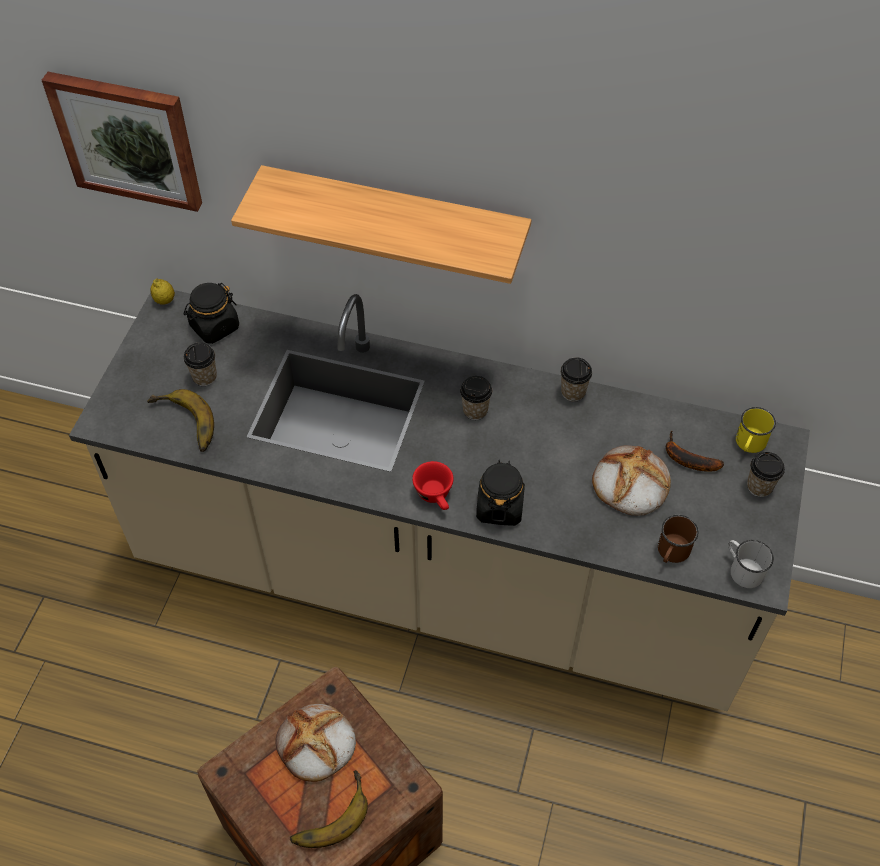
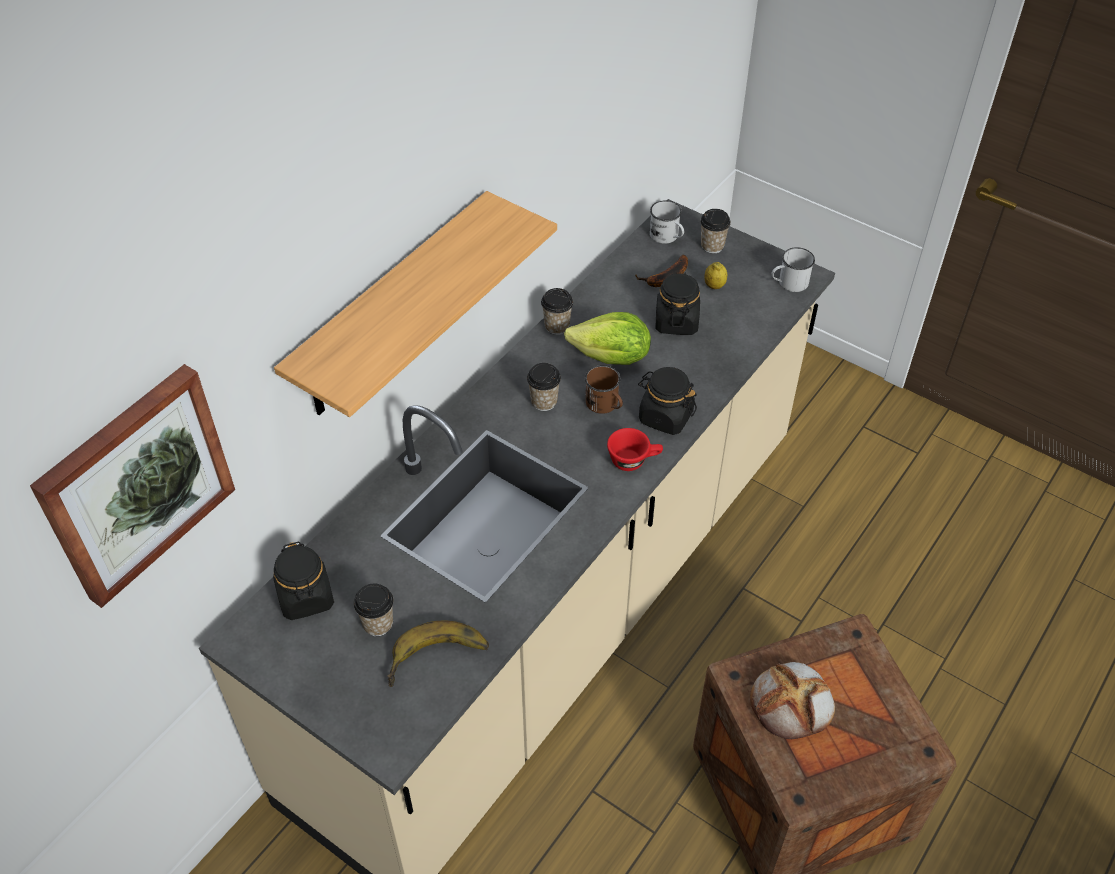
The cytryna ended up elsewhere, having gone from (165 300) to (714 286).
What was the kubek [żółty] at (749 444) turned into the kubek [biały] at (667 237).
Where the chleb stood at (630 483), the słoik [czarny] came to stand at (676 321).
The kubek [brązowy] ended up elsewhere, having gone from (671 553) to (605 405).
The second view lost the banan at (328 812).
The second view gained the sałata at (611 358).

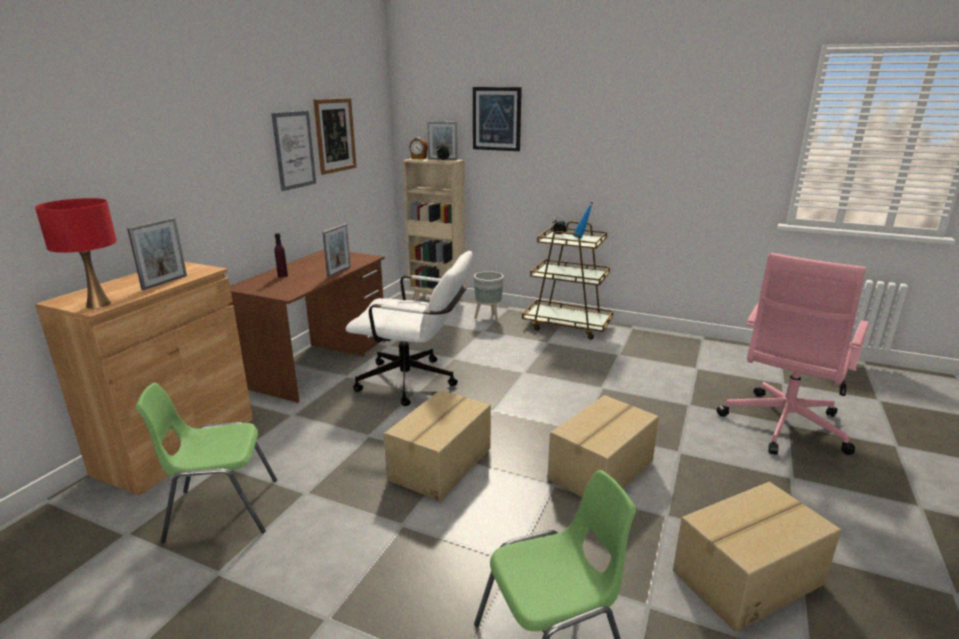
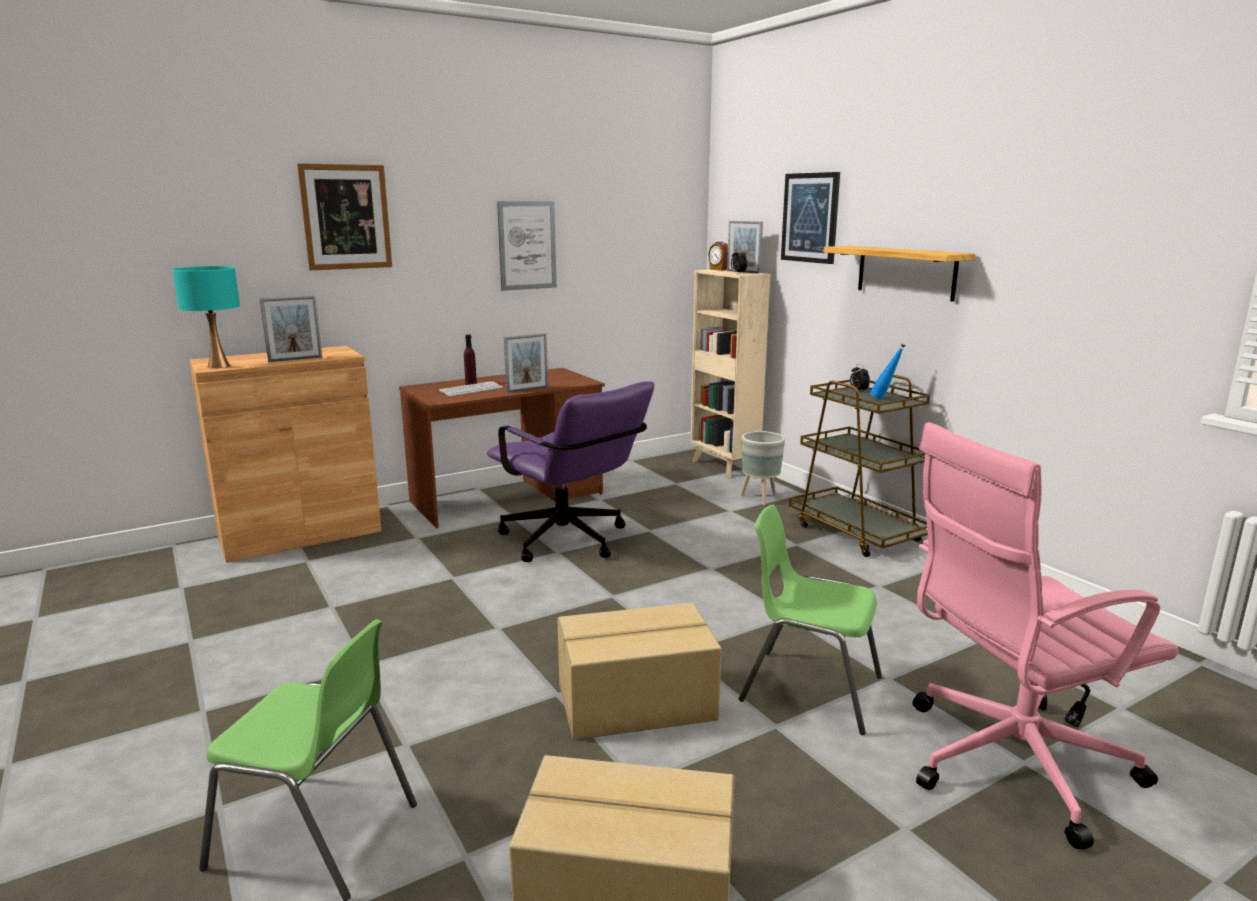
The obraz ended up elsewhere, having gone from (335 135) to (346 217).
What was the lampa stołowa [czerwony] at (98 304) turned into the lampa stołowa [turkusowy] at (218 366).
What was the krzesło biurowe [biały] at (415 382) turned into the krzesło biurowe [fioletowy] at (571 543).
The krzesło [zielony] ended up elsewhere, having gone from (221 510) to (809 688).
The second view lost the karton at (442 464).
The second view gained the półka at (906 272).
The second view gained the klawiatura at (471 390).

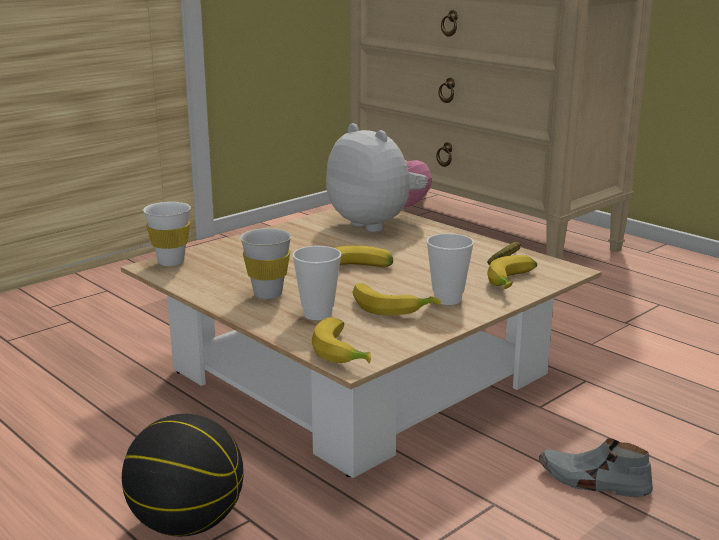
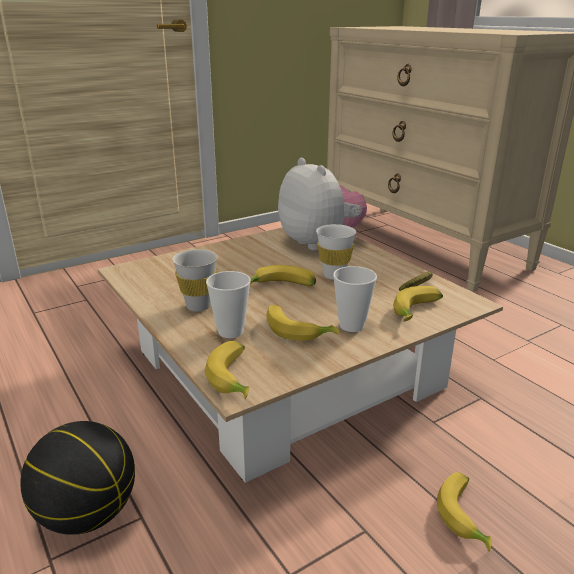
The filiżanka [biały] ended up elsewhere, having gone from (171 262) to (334 275).
Where the but [szary] stood at (593 481), the banan came to stand at (466 516).

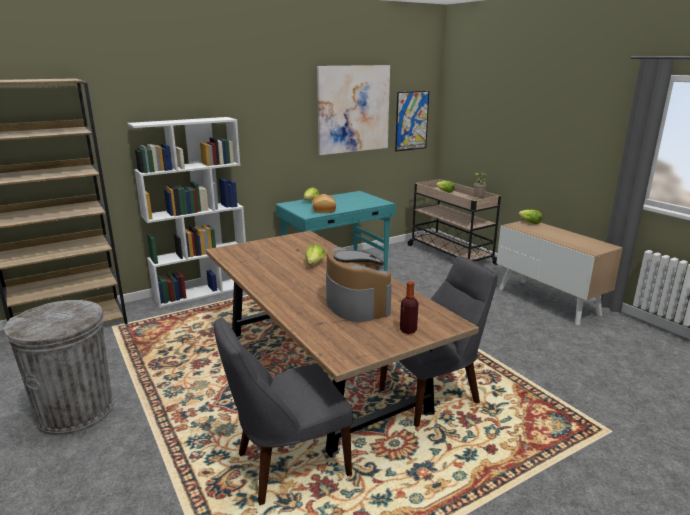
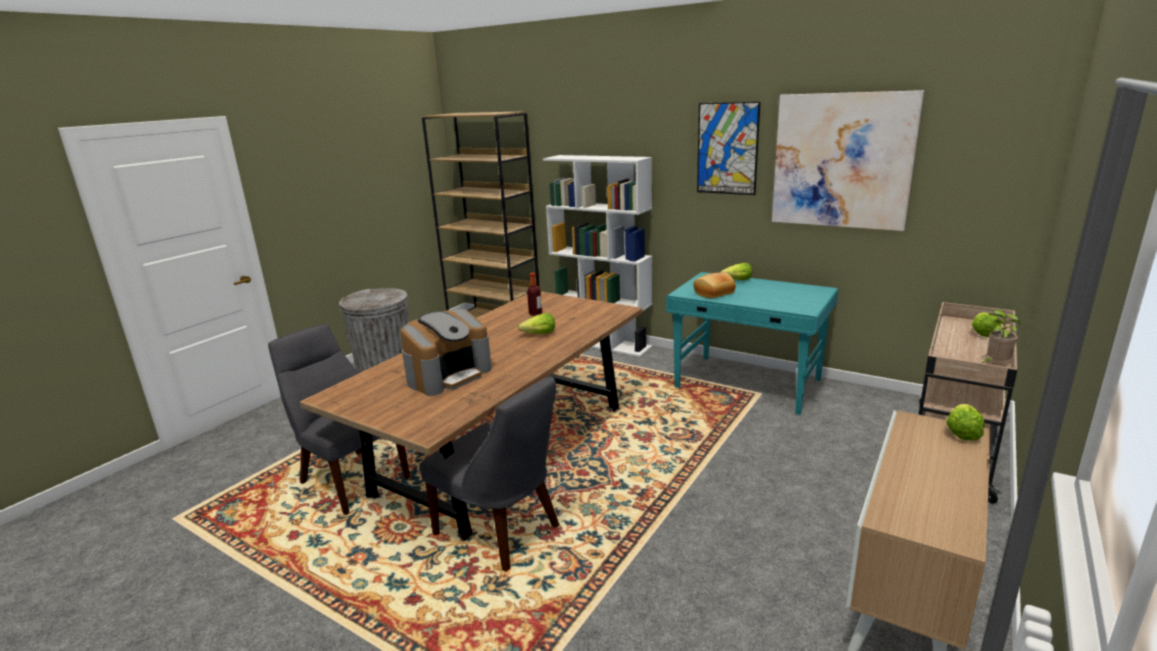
The obraz ended up elsewhere, having gone from (411 121) to (727 149).
The butelka ended up elsewhere, having gone from (408 330) to (535 314).

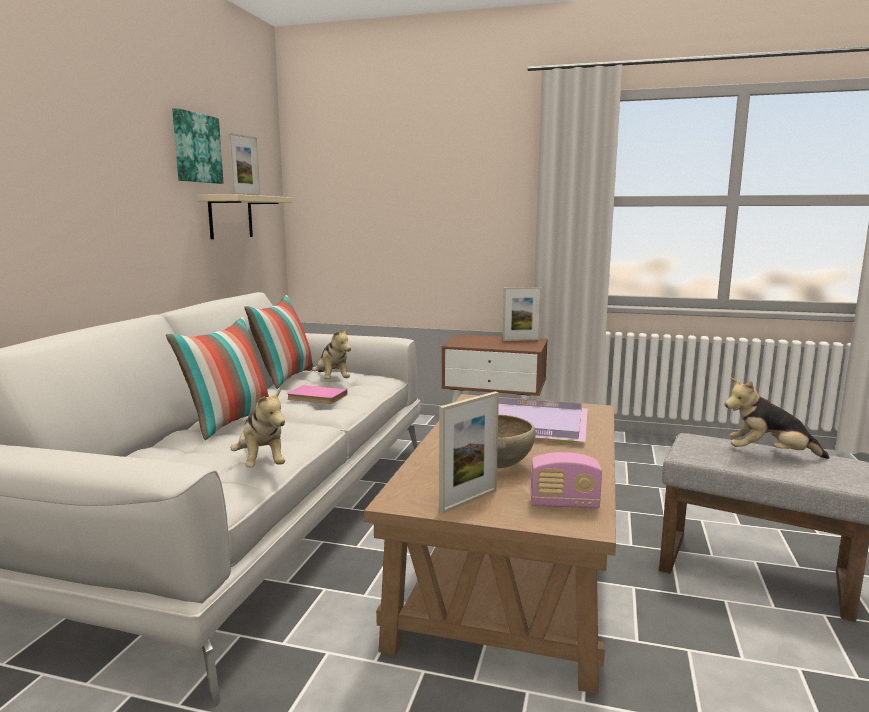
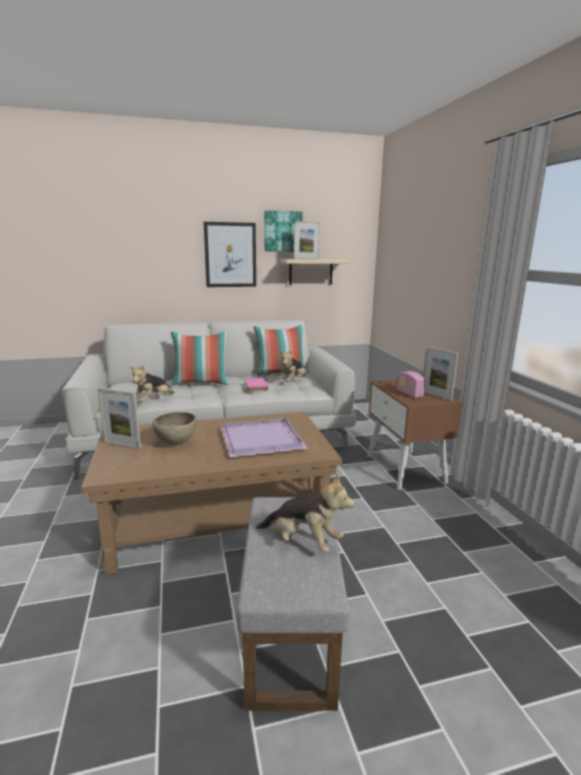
The pluszak at (769 455) ended up facing another way, 135 degrees clockwise from before.
The radio ended up elsewhere, having gone from (564 504) to (409 393).
The second view gained the obraz at (230 255).

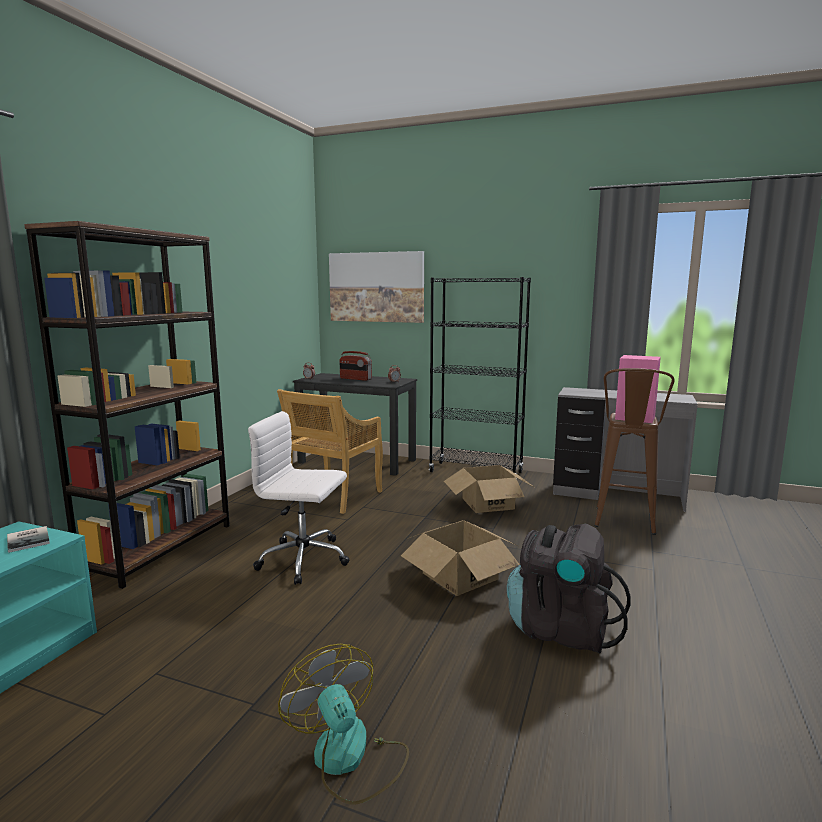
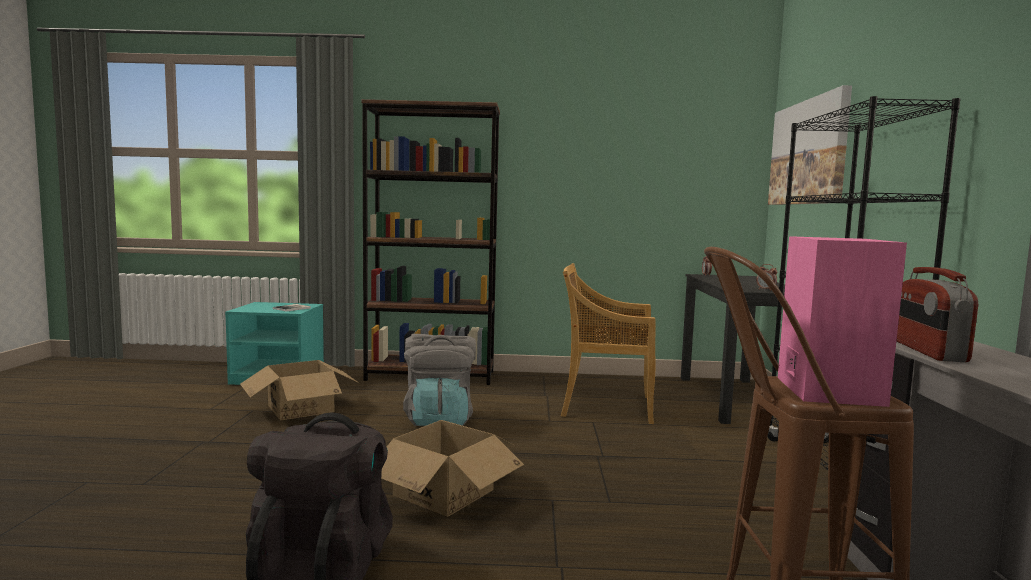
The radio ended up elsewhere, having gone from (355 379) to (927 351).
Where the krzesło biurowe [biały] stood at (305 560), the plecak [szary] came to stand at (439 419).
The karton ended up elsewhere, having gone from (488 503) to (301 409).
The second view lost the wentylator at (349 759).

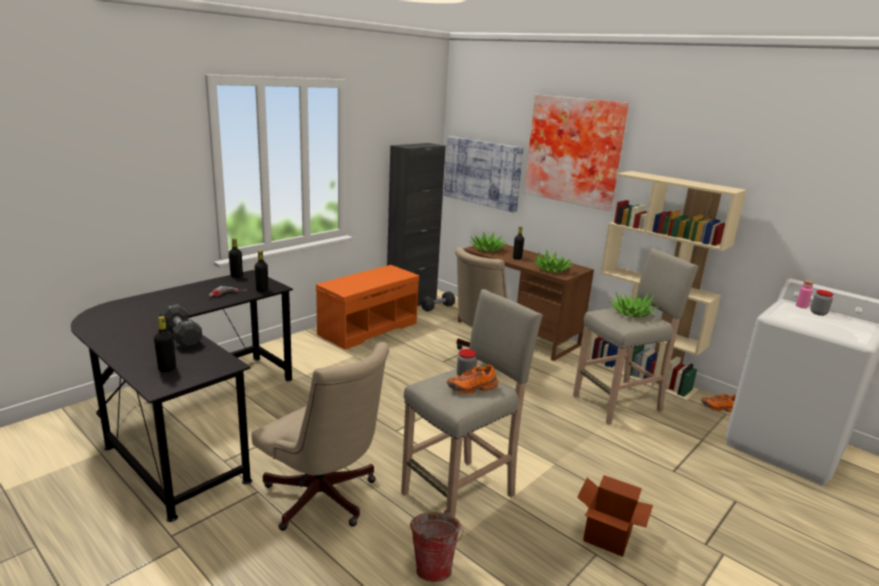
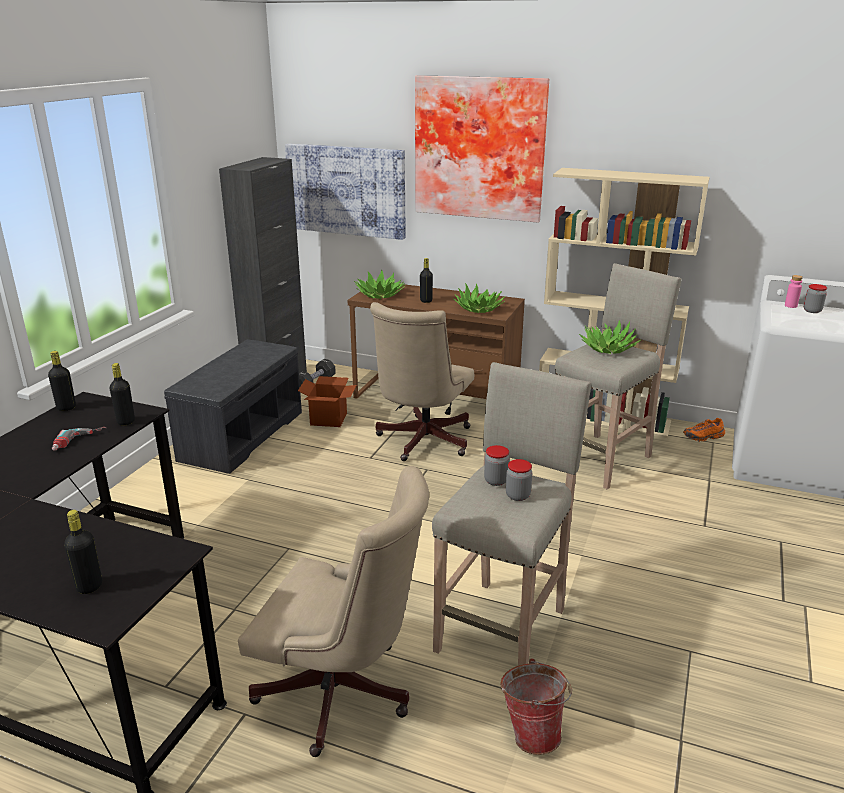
What was the ławka [pomarańczowy] at (368 328) turned into the ławka [szary] at (242 434).
The second view lost the hantel [czarny] at (182 335).
Where the but [pomarańczowy] stood at (472 388), the słoik came to stand at (518 496).
The karton ended up elsewhere, having gone from (607 537) to (328 419).

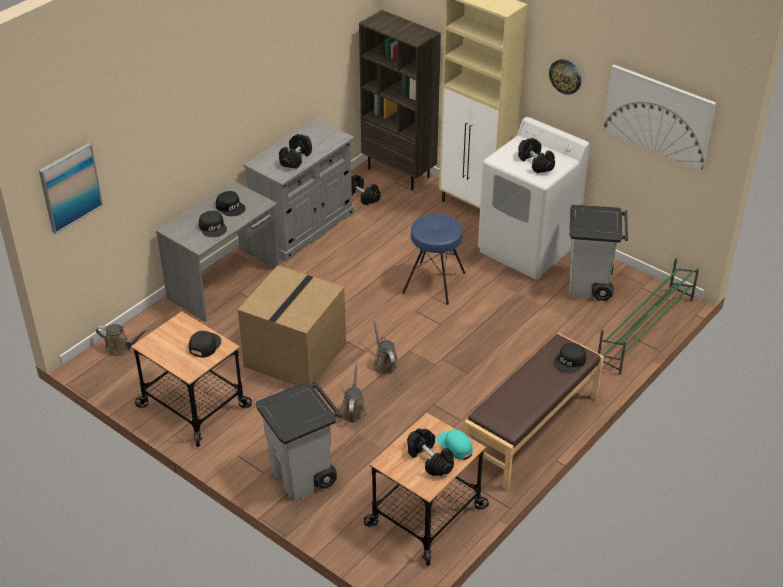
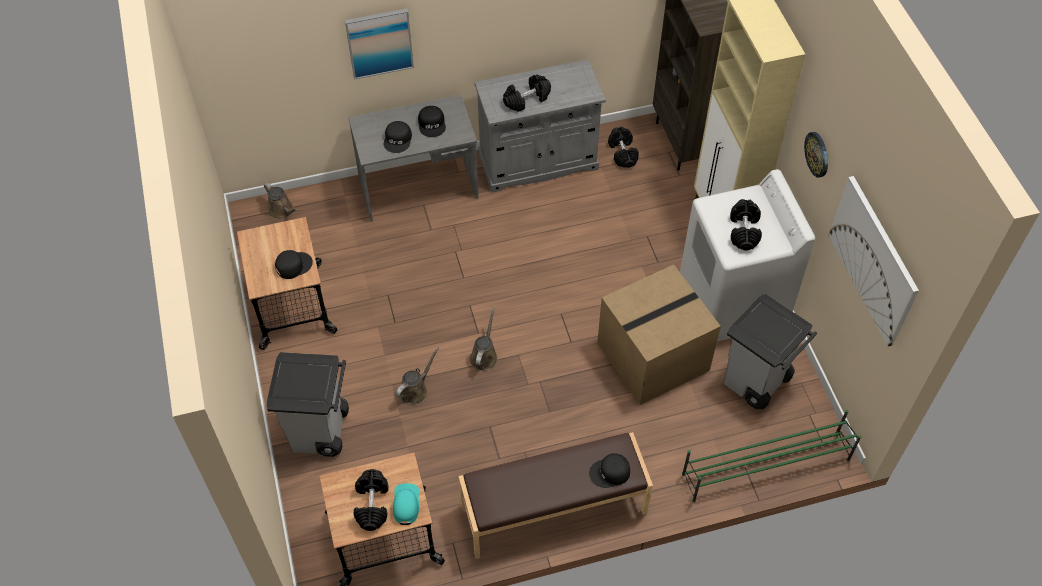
The obraz ended up elsewhere, having gone from (70 187) to (379 43).
The second view lost the stołek [niebieski] at (434 283).
The karton ended up elsewhere, having gone from (295 353) to (653 355).

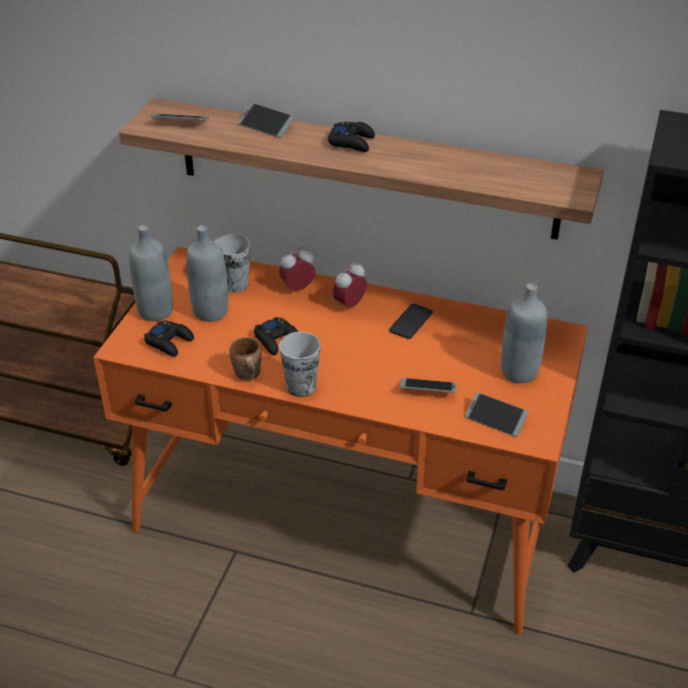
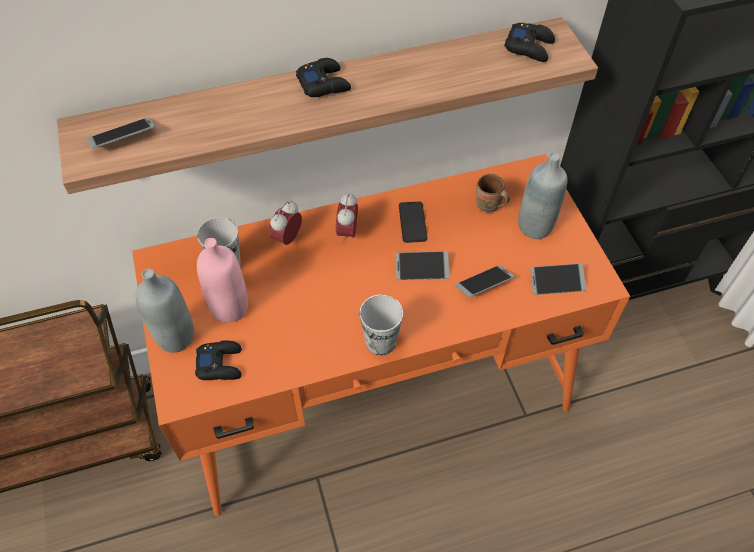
The telefon ended up elsewhere, having gone from (266 126) to (422 269).
What was the butelka [szary] at (210 312) turned into the butelka [różowy] at (230 308).
The pad do gier [czarny] ended up elsewhere, having gone from (277 340) to (529 47).
The kubek [brązowy] ended up elsewhere, having gone from (246 375) to (488 207).

